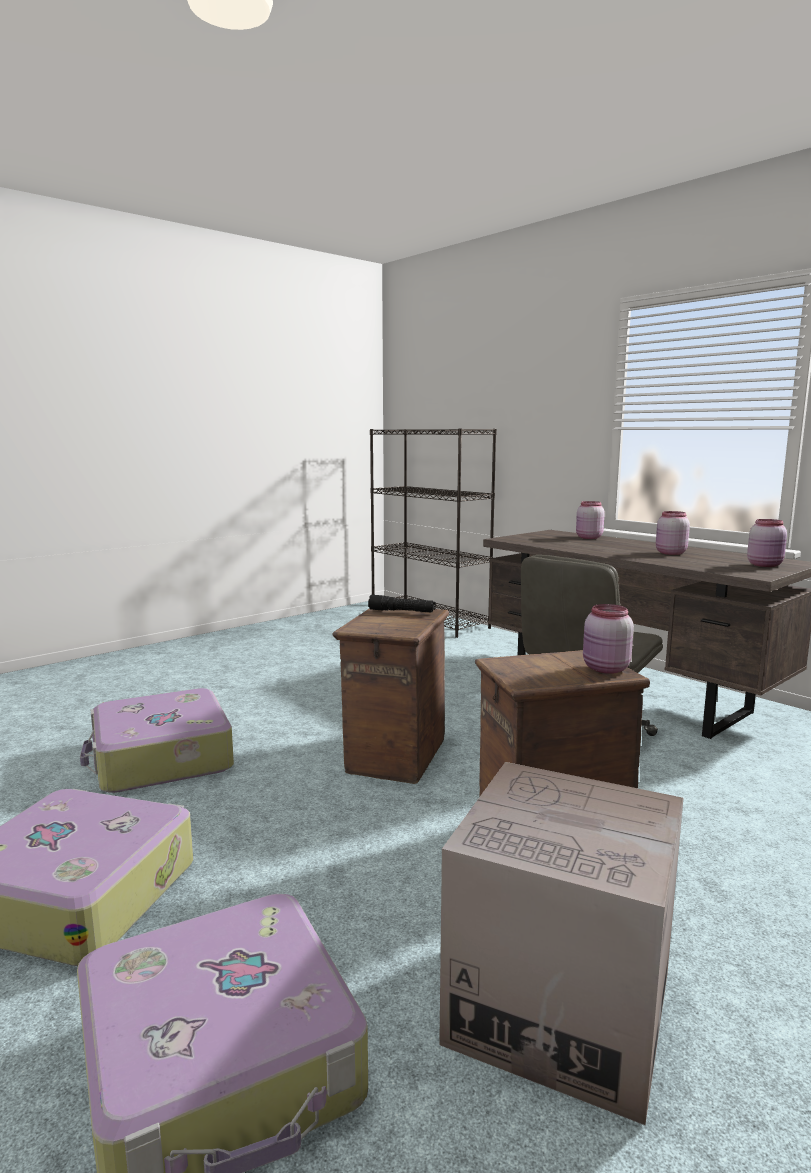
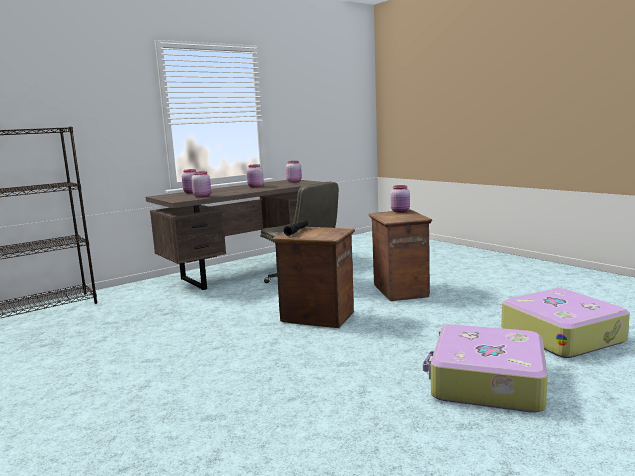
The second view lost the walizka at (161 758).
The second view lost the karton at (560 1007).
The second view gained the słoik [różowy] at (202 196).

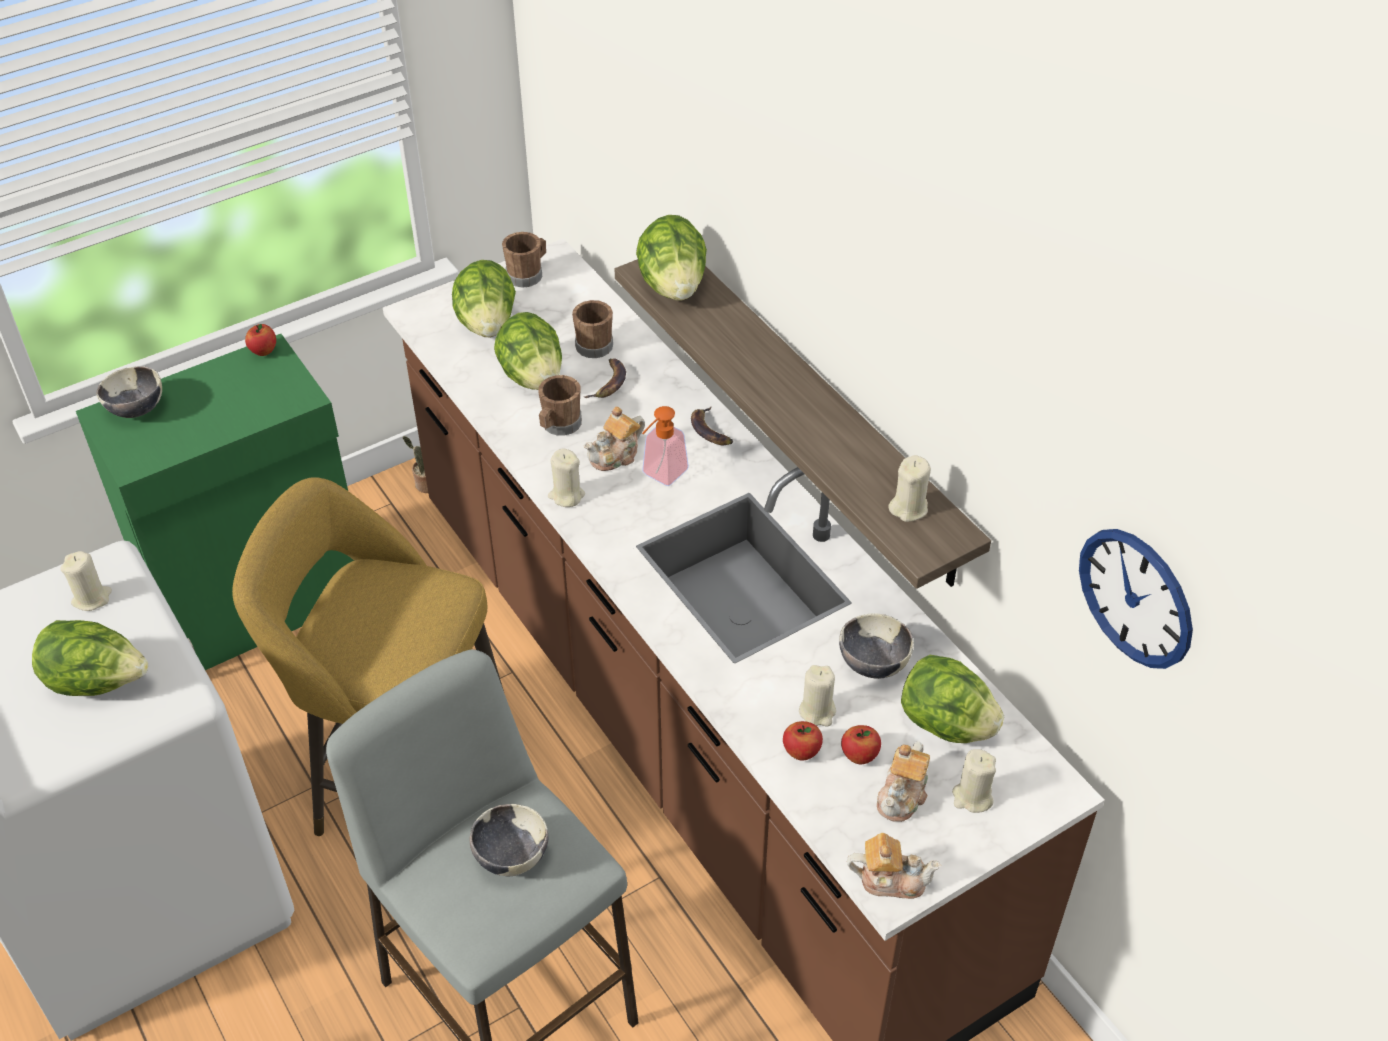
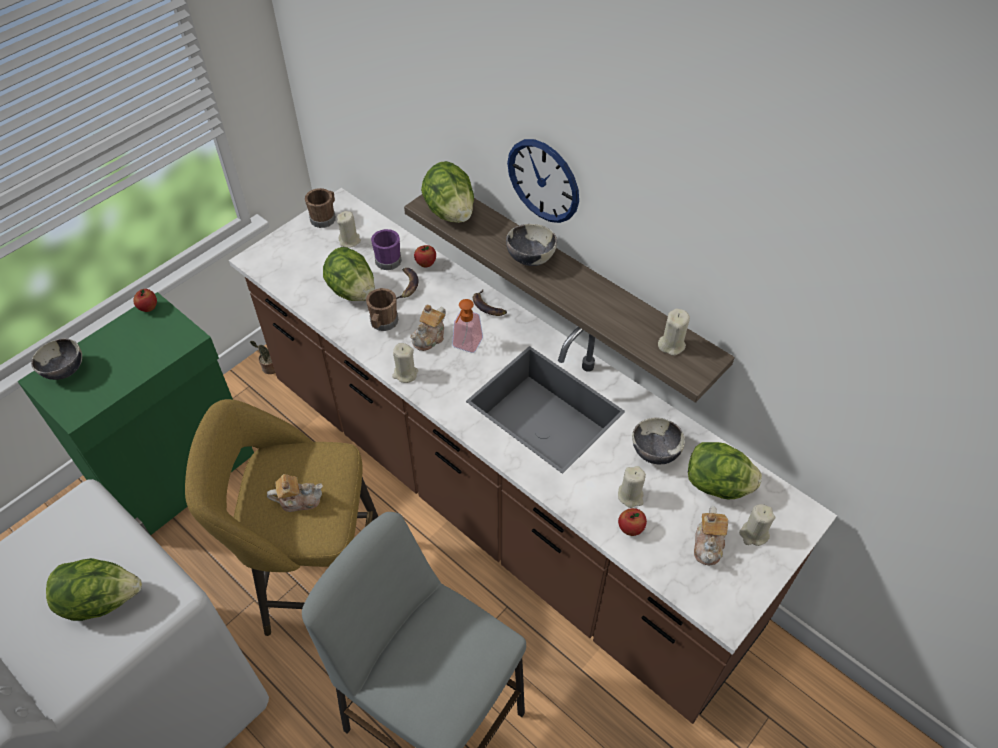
The second view lost the sałata at (487 323).
What was the kubek [brązowy] at (596 343) turned into the kubek [fioletowy] at (388 258).
The zegar ścienny ended up elsewhere, having gone from (1136 597) to (543 181).
The świeca [beżowy] ended up elsewhere, having gone from (92 598) to (350 241).
The jabłko ended up elsewhere, having gone from (859 756) to (426 264).
The miska ended up elsewhere, having gone from (511 856) to (530 258).
The imbryk ended up elsewhere, having gone from (891 879) to (299 500).

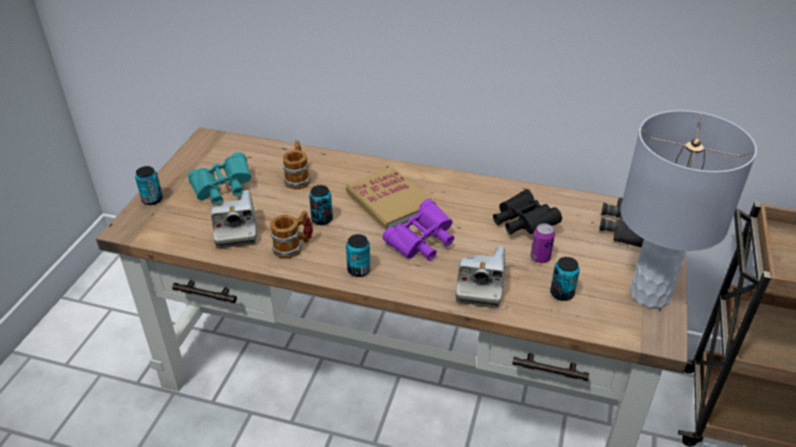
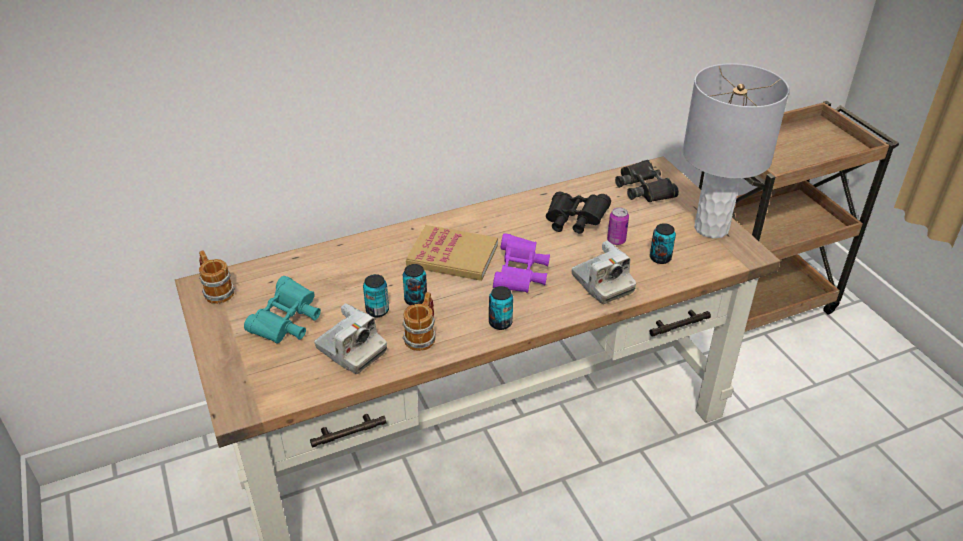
The kubek ended up elsewhere, having gone from (298 178) to (216 291).
The puszka ended up elsewhere, having gone from (152 199) to (377 310).

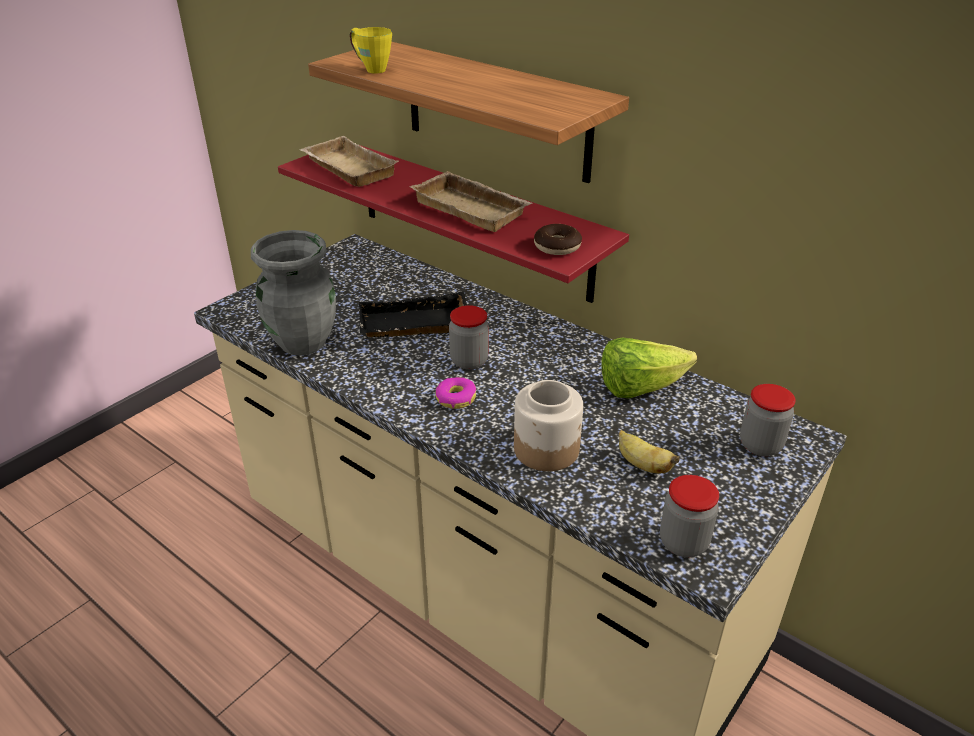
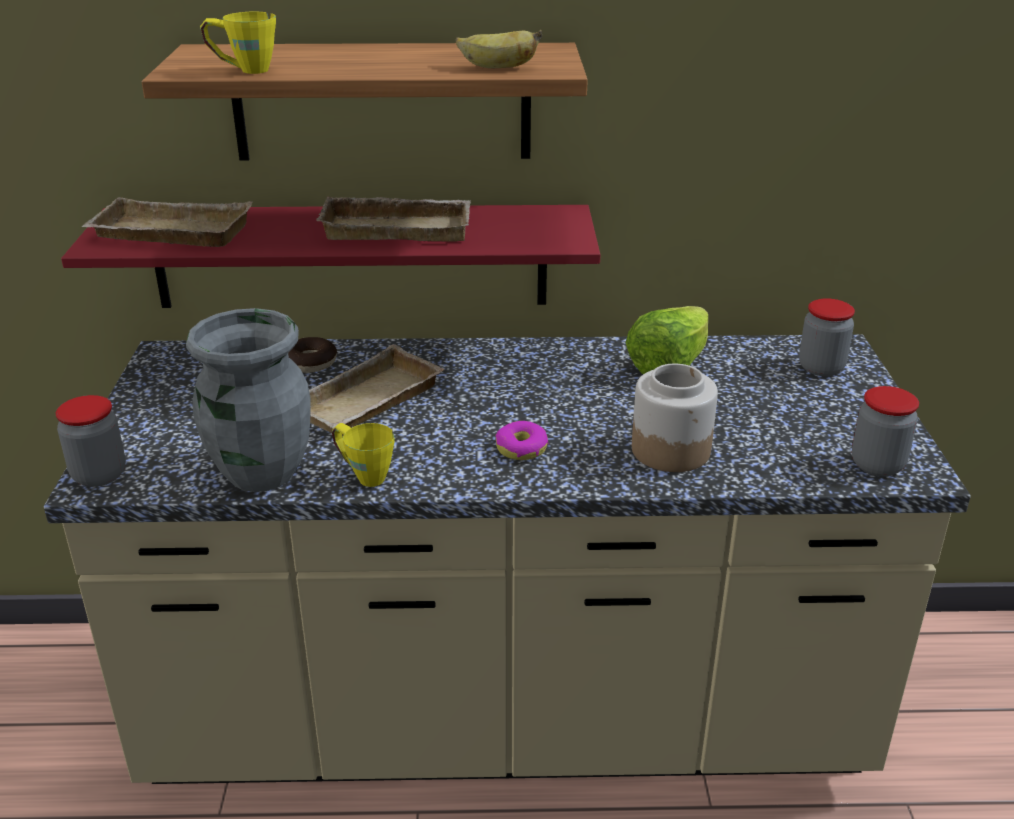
The donut ended up elsewhere, having gone from (557 247) to (310 363).
What was the taca [czarny] at (413 326) turned into the taca [beżowy] at (368 403).
The słoik ended up elsewhere, having gone from (469 361) to (99 475).
The banan ended up elsewhere, having gone from (642 465) to (497 67).
The second view gained the kubek [żółty] at (363 475).

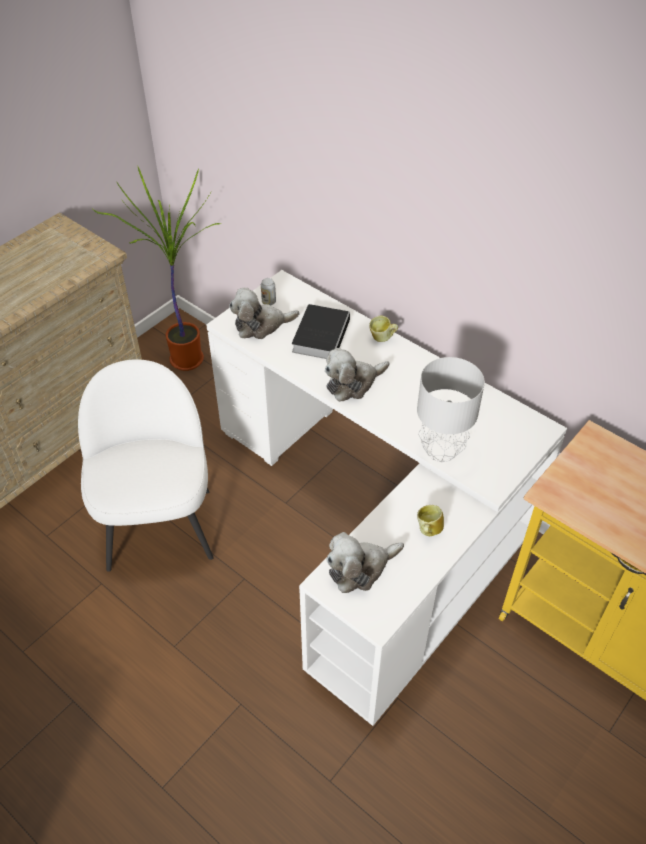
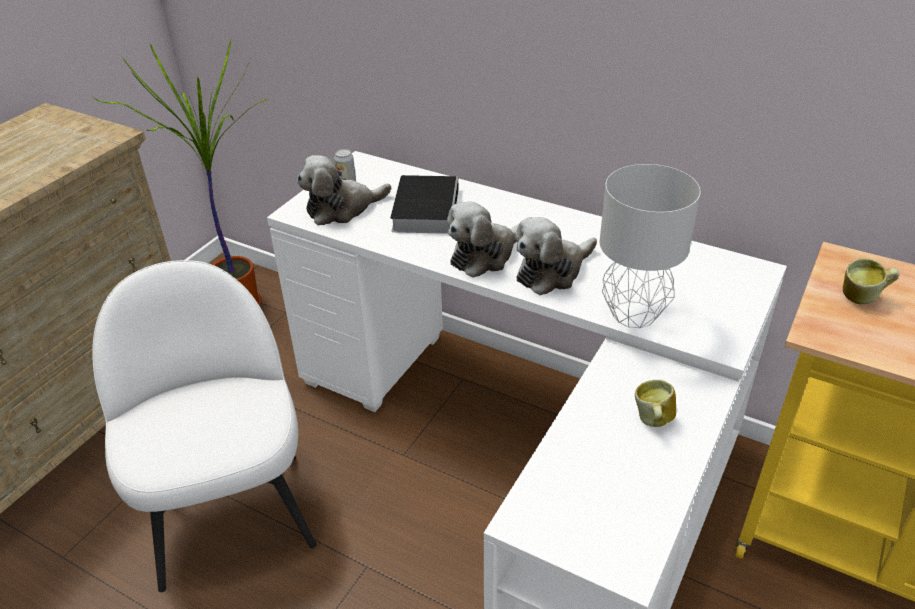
The kubek ended up elsewhere, having gone from (383 338) to (863 298).
The pluszak ended up elsewhere, having gone from (360 568) to (552 272).

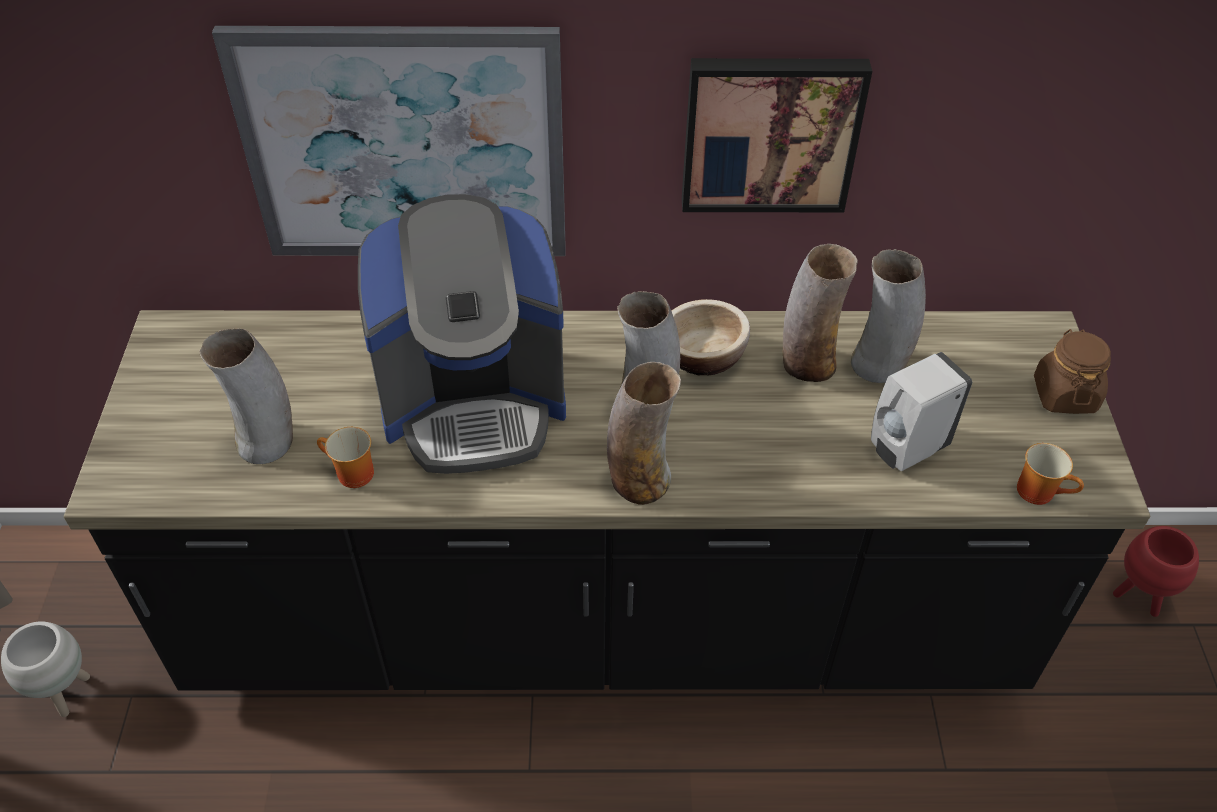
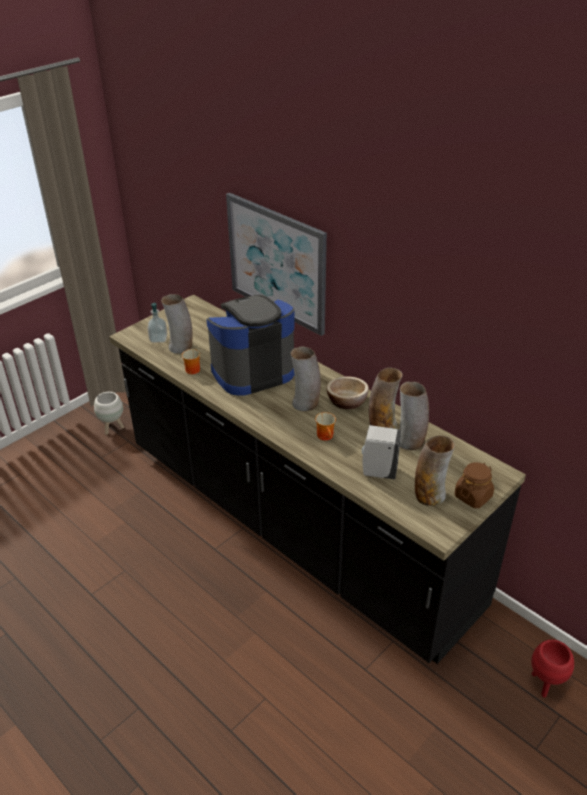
The second view lost the obraz at (770 132).
The ekspres do kawy at (474 402) ended up facing another way, 120 degrees clockwise from before.
The wazon ended up elsewhere, having gone from (639 479) to (429 495).
The kubek ended up elsewhere, having gone from (1040 490) to (326 436).
The second view gained the dozownik mydła at (158 339).

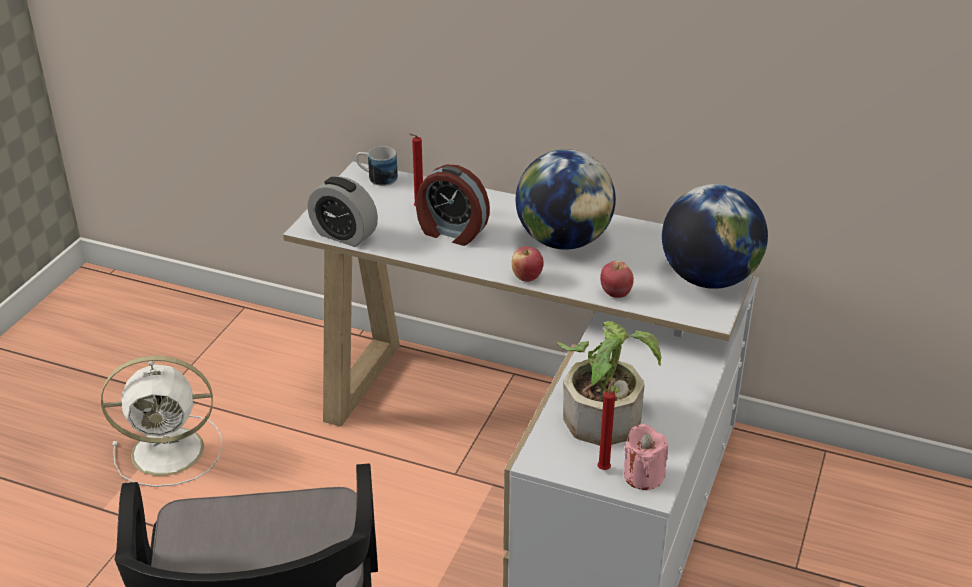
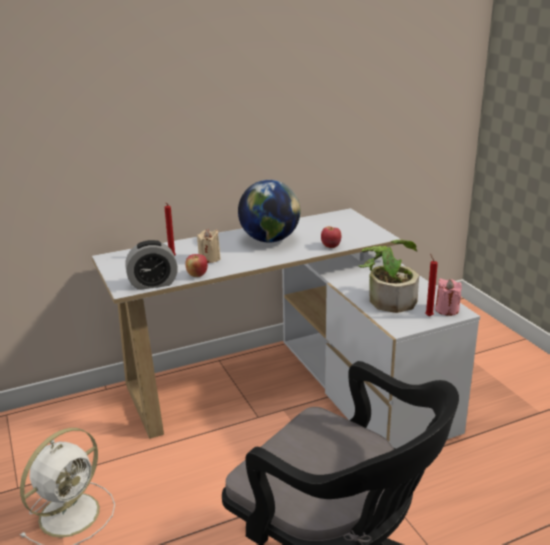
The second view lost the kubek at (377 178).
Where the budzik stood at (451 232), the świeca [beżowy] came to stand at (209 259).
The second view lost the globus at (708 279).
The jabłko ended up elsewhere, having gone from (527 277) to (197 275).

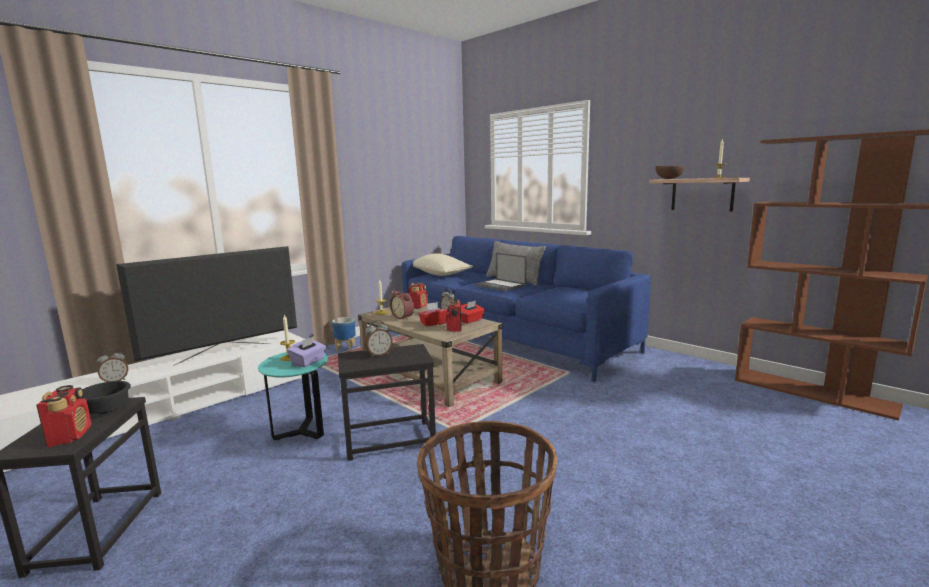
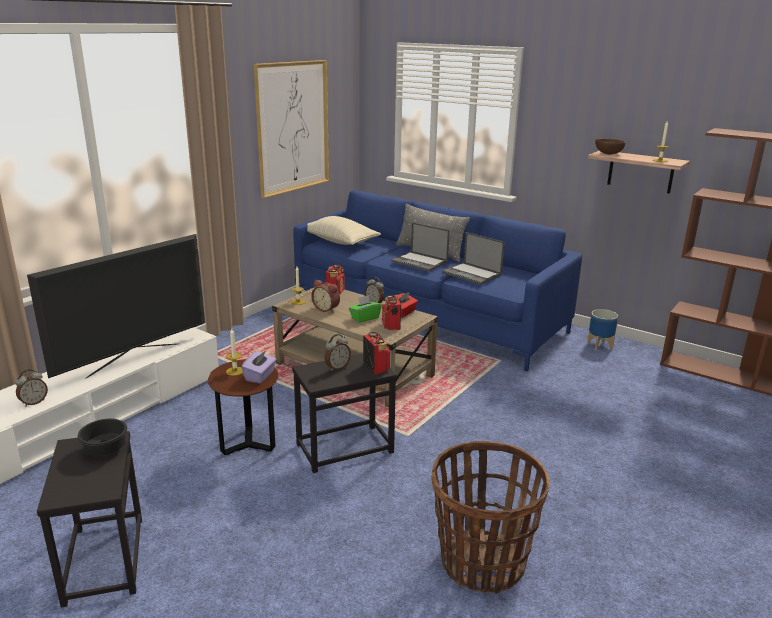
What was the pudełko chusteczek [czerwony] at (433 323) turned into the pudełko chusteczek [zielony] at (365 318).
The donica ended up elsewhere, having gone from (346 348) to (600 345).
What was the stolik [turkusowy] at (301 432) turned into the stolik [brązowy] at (248 444).
The radio ended up elsewhere, having gone from (70 436) to (376 367).
The second view gained the obraz at (293 127).
The second view gained the laptop at (472 274).

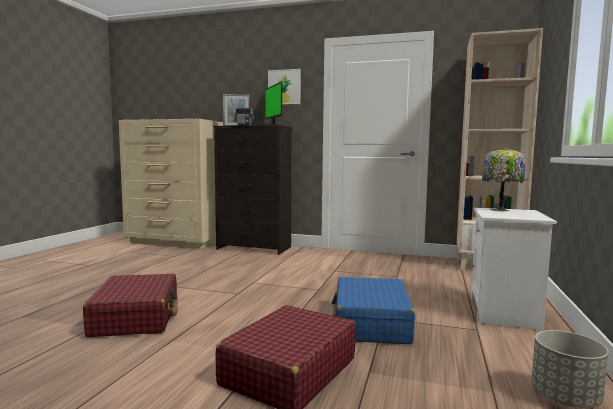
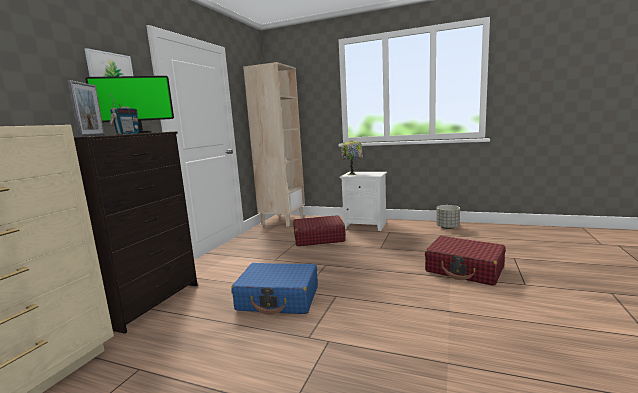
The walizka [czerwony] ended up elsewhere, having gone from (136 317) to (318 238).
The walizka [niebieski] ended up elsewhere, having gone from (371 323) to (278 298).

